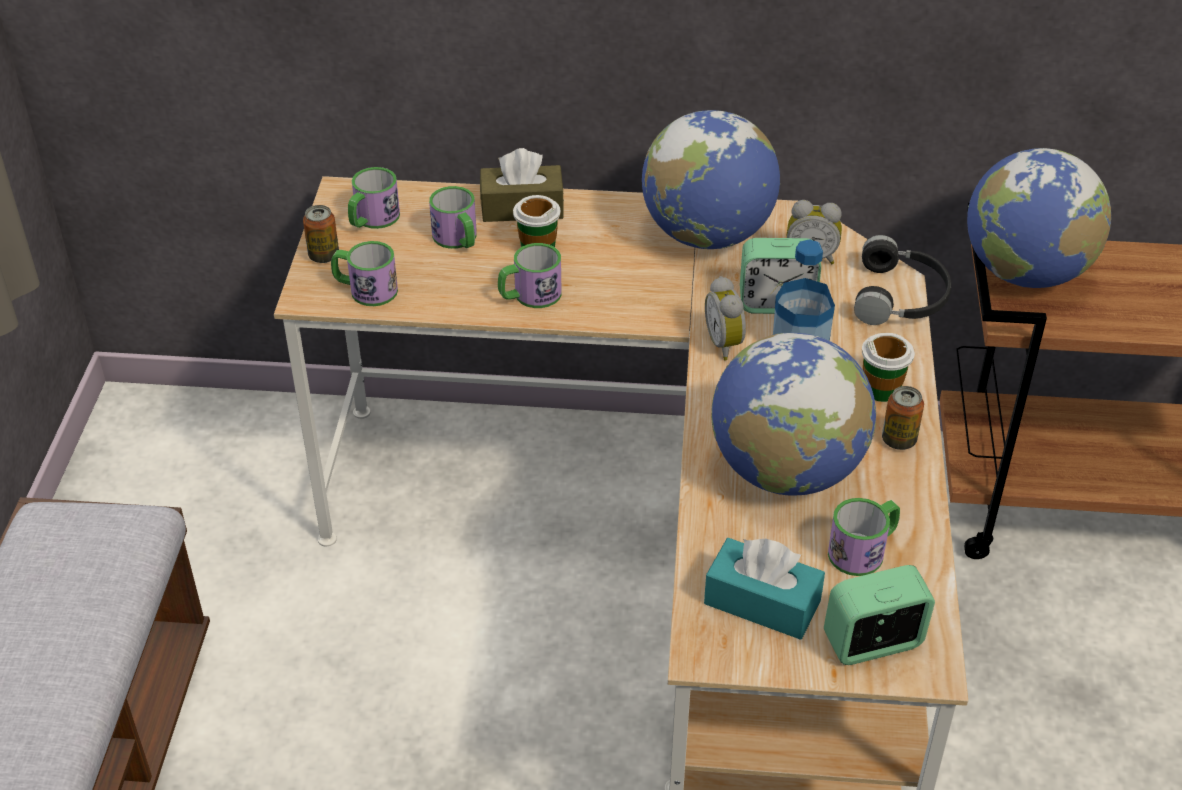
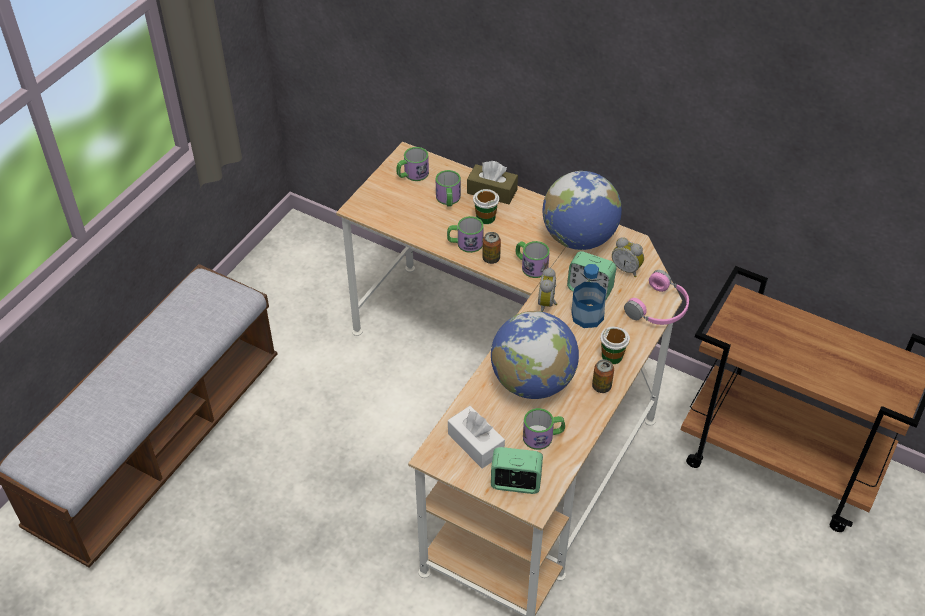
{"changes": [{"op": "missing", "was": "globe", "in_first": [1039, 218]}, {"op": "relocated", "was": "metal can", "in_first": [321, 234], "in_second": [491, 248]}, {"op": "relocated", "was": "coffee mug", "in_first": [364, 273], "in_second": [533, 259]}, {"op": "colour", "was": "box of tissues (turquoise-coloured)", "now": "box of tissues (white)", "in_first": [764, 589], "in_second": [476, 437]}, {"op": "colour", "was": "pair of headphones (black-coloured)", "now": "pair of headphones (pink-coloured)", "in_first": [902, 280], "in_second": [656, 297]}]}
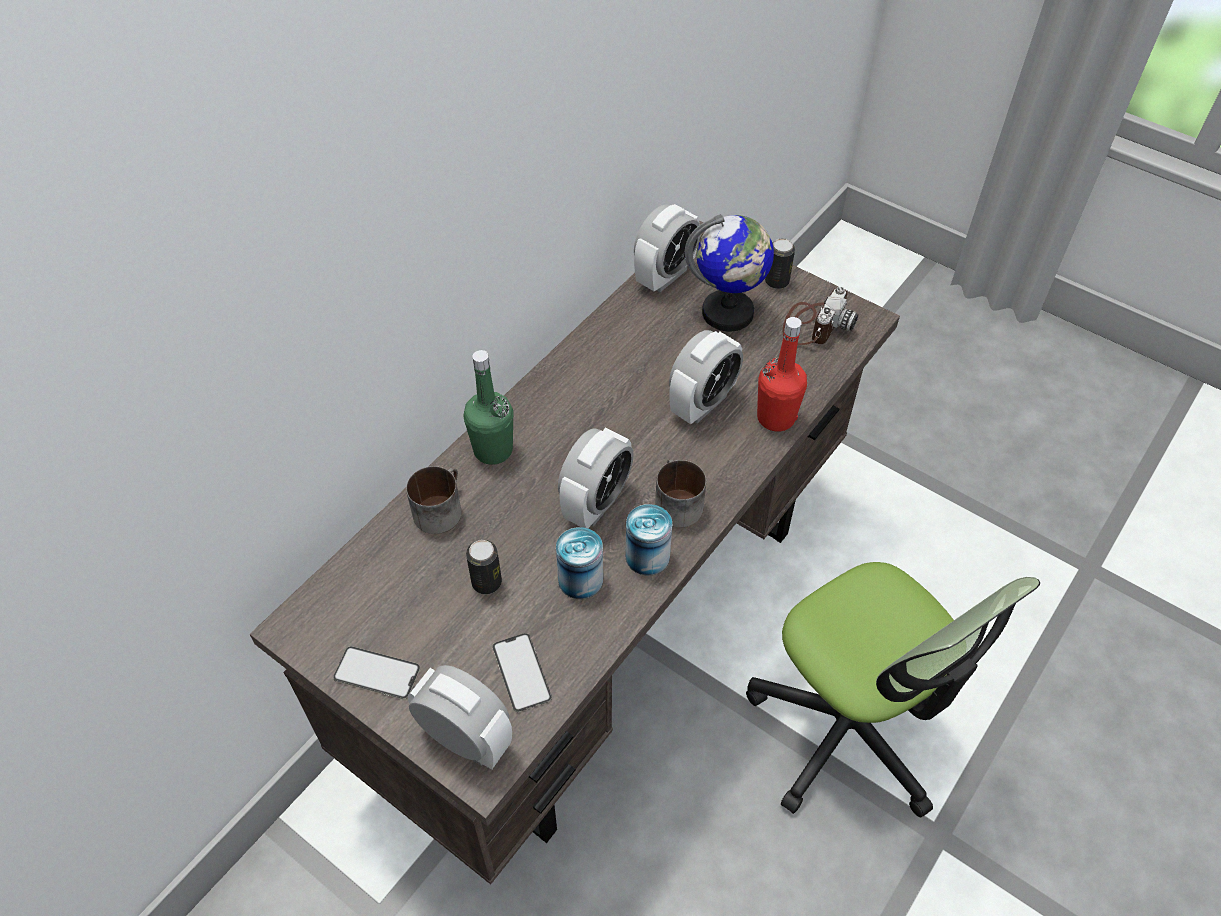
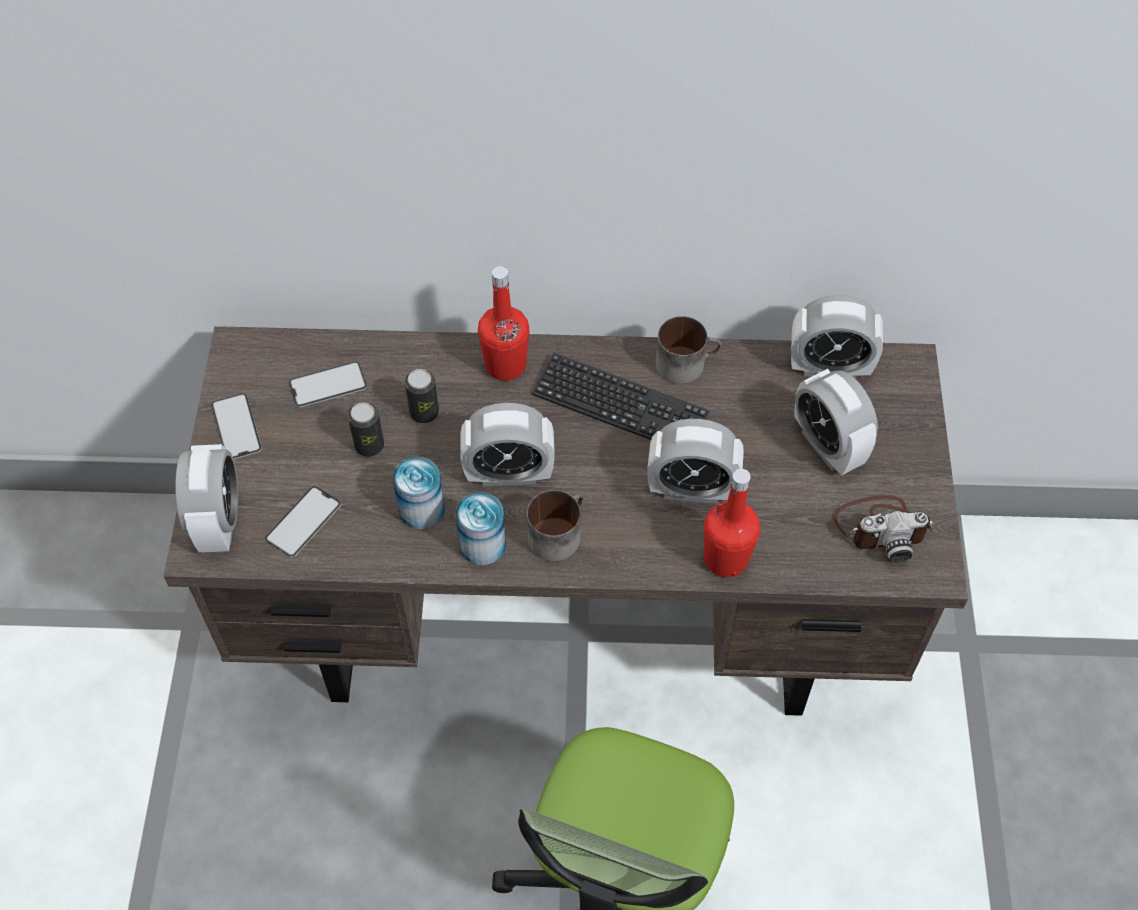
{"changes": [{"op": "appeared", "now": "handset", "in_second": [328, 384]}, {"op": "appeared", "now": "keyboard", "in_second": [621, 396]}, {"op": "relocated", "was": "coffee mug", "in_first": [433, 500], "in_second": [689, 350]}, {"op": "relocated", "was": "metal can", "in_first": [780, 263], "in_second": [422, 396]}, {"op": "exchanged", "was": "globe", "now": "bedside clock", "in_first": [729, 272], "in_second": [836, 422]}, {"op": "colour", "was": "bottle (greenish)", "now": "bottle (red)", "in_first": [488, 407], "in_second": [503, 323]}]}
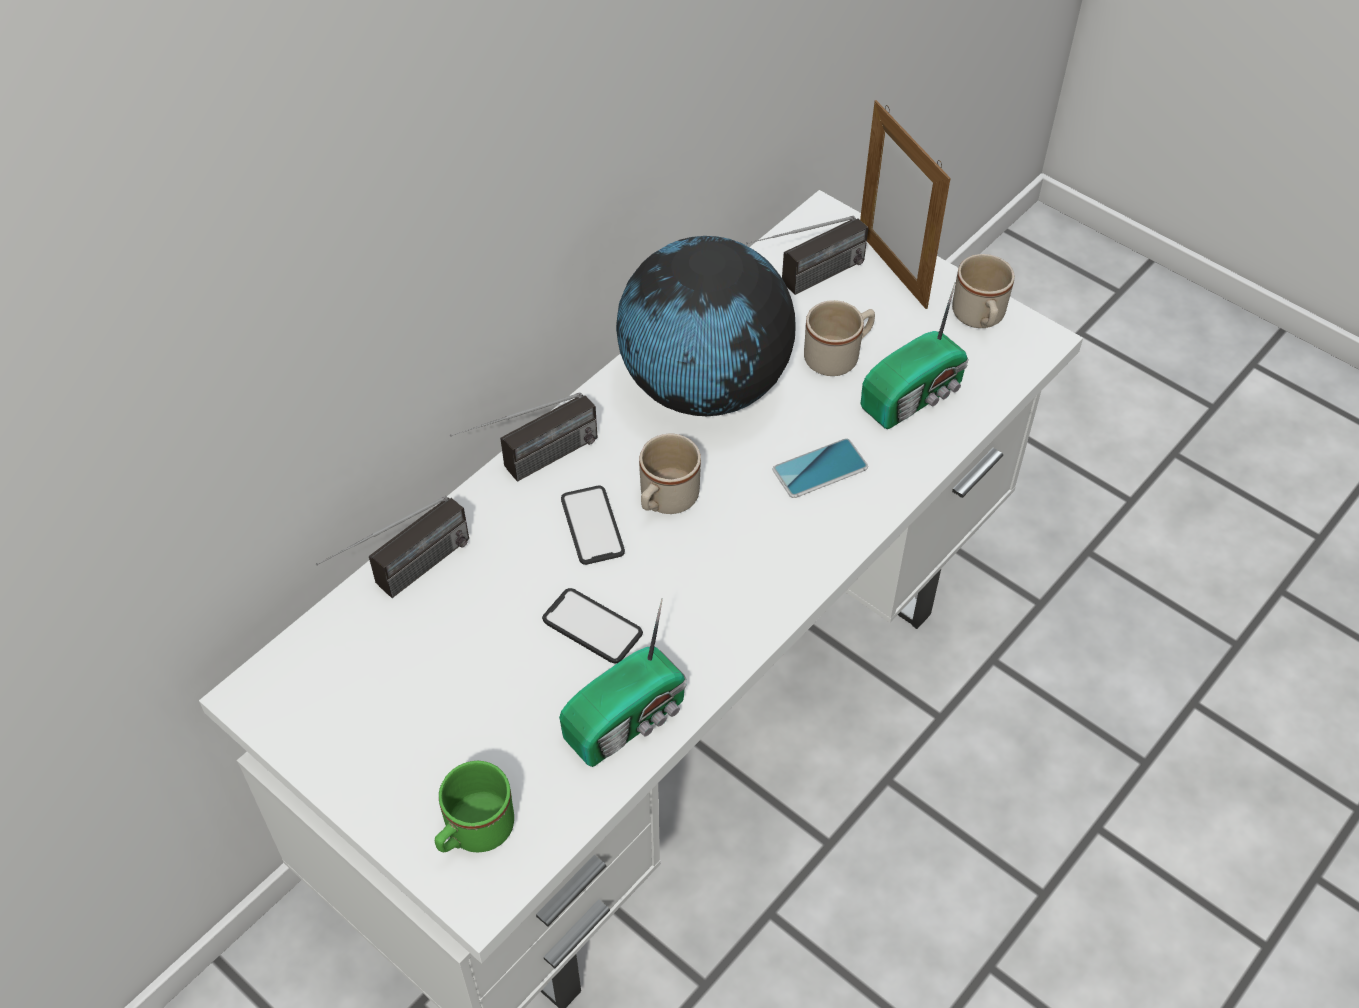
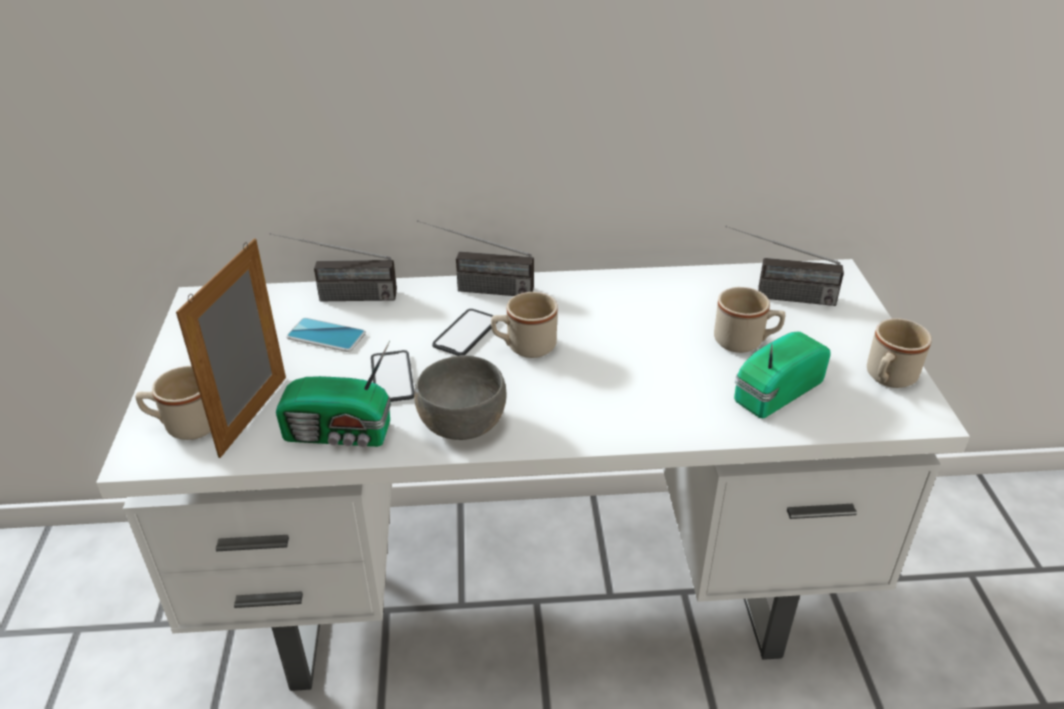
{"changes": [{"op": "missing", "was": "globe", "in_first": [706, 326]}, {"op": "appeared", "now": "serving bowl (greyish)", "in_second": [460, 397]}, {"op": "relocated", "was": "handset", "in_first": [820, 468], "in_second": [326, 335]}, {"op": "relocated", "was": "picture frame", "in_first": [905, 204], "in_second": [231, 348]}, {"op": "colour", "was": "coffee mug (greenish)", "now": "coffee mug (sand-coloured)", "in_first": [474, 806], "in_second": [173, 403]}, {"op": "spun", "was": "radio receiver", "in_first": [915, 355], "in_second": [782, 375], "clockwise": 135}]}
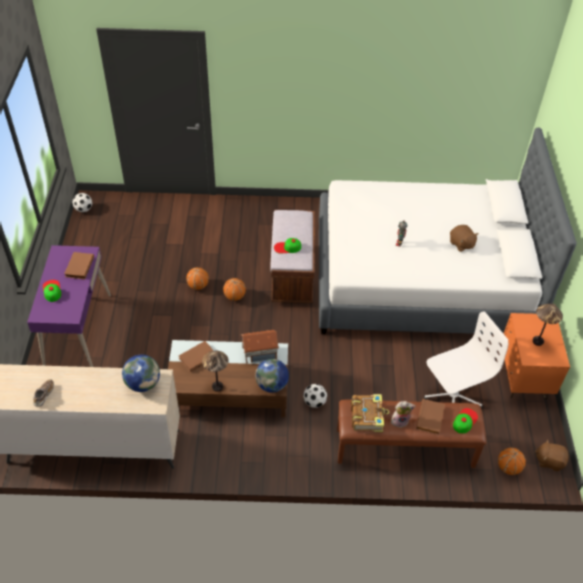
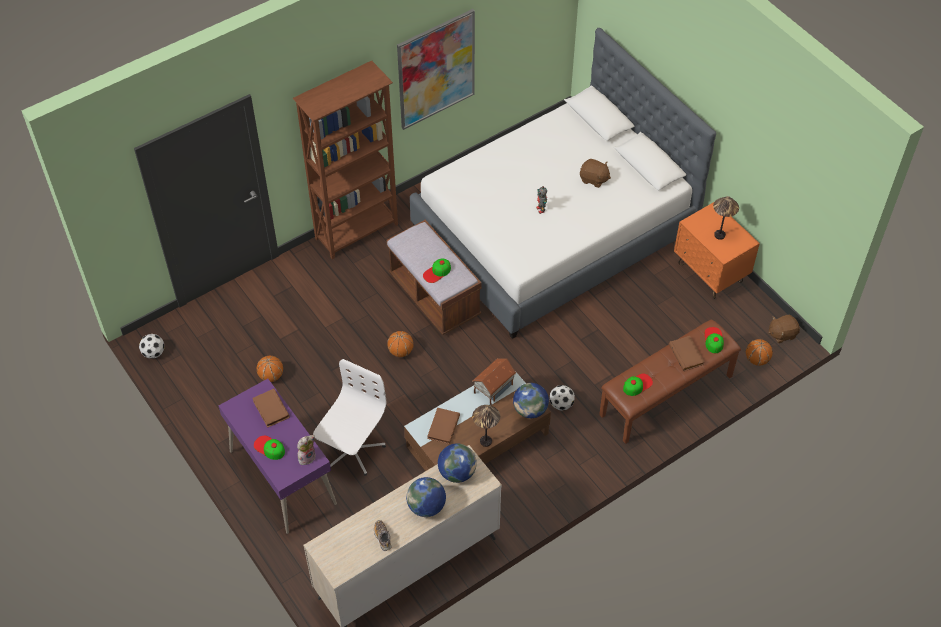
{"changes": [{"op": "appeared", "now": "shelving unit (brownish)", "in_second": [345, 160]}, {"op": "appeared", "now": "wall art", "in_second": [436, 69]}, {"op": "appeared", "now": "globe", "in_second": [426, 497]}, {"op": "relocated", "was": "ball for basketball", "in_first": [197, 278], "in_second": [270, 369]}, {"op": "relocated", "was": "plush toy", "in_first": [403, 414], "in_second": [306, 450]}, {"op": "relocated", "was": "computer chair (white)", "in_first": [466, 359], "in_second": [349, 417]}, {"op": "exchanged", "was": "book", "now": "baseball cap", "in_first": [370, 413], "in_second": [638, 384]}]}
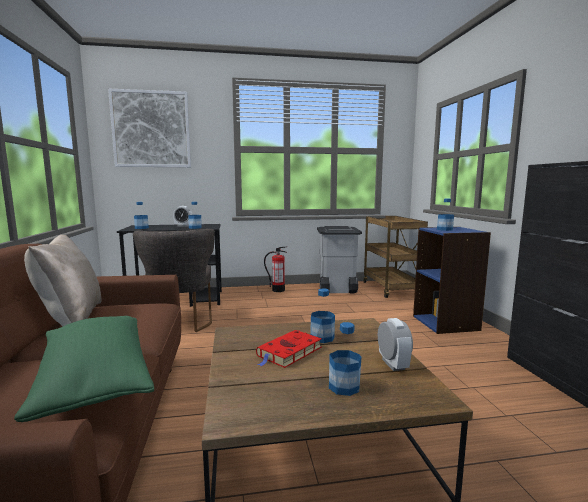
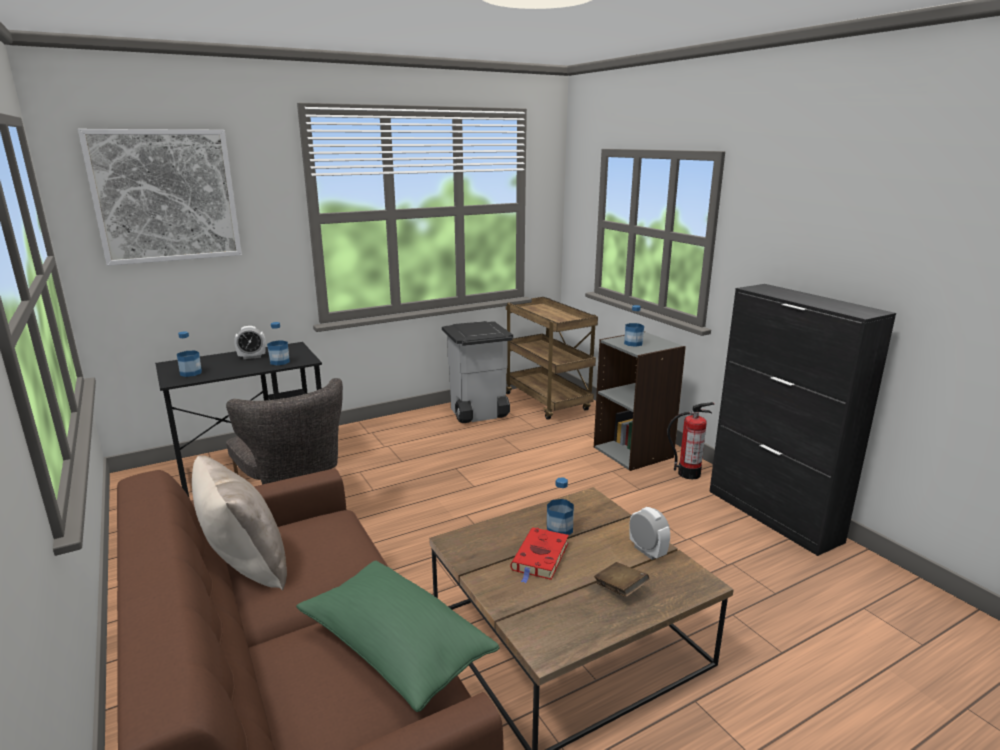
{"changes": [{"op": "relocated", "was": "extinguisher", "in_first": [275, 269], "in_second": [690, 440]}, {"op": "exchanged", "was": "bottle", "now": "book (brownish)", "in_first": [345, 359], "in_second": [621, 579]}, {"op": "colour", "was": "shelving unit (blue-coloured)", "now": "shelving unit (greyish)", "in_first": [452, 280], "in_second": [640, 401]}]}
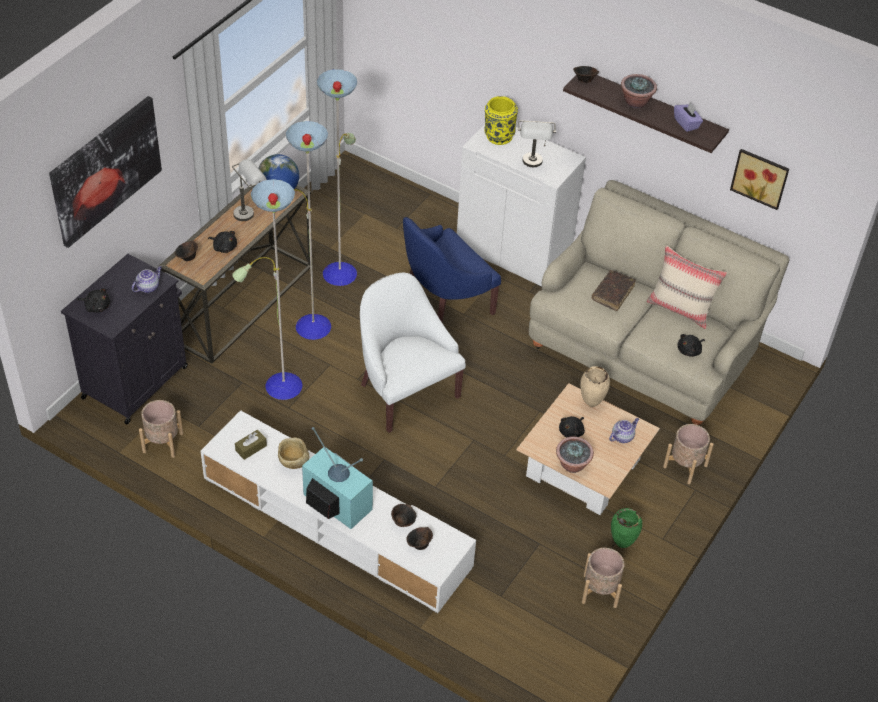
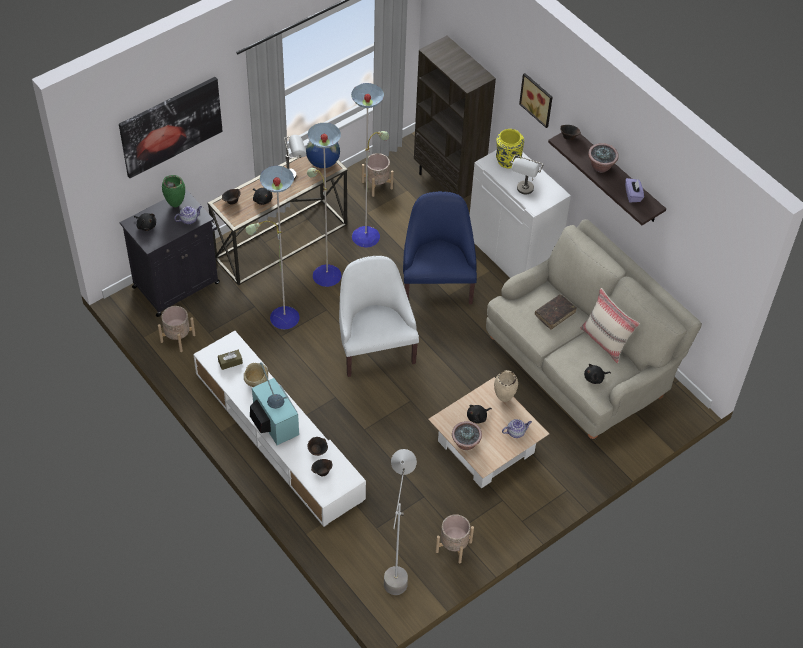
{"changes": [{"op": "appeared", "now": "standing lamp (greyish)", "in_second": [400, 522]}, {"op": "appeared", "now": "shelving unit (brownish)", "in_second": [455, 117]}, {"op": "relocated", "was": "flower vase (greenish)", "in_first": [626, 528], "in_second": [173, 191]}, {"op": "relocated", "was": "flower pot (sand-coloured)", "in_first": [688, 454], "in_second": [378, 175]}, {"op": "relocated", "was": "wall art", "in_first": [759, 179], "in_second": [536, 100]}, {"op": "spun", "was": "easy chair (blue-coloured)", "in_first": [452, 270], "in_second": [440, 247], "clockwise": 105}]}
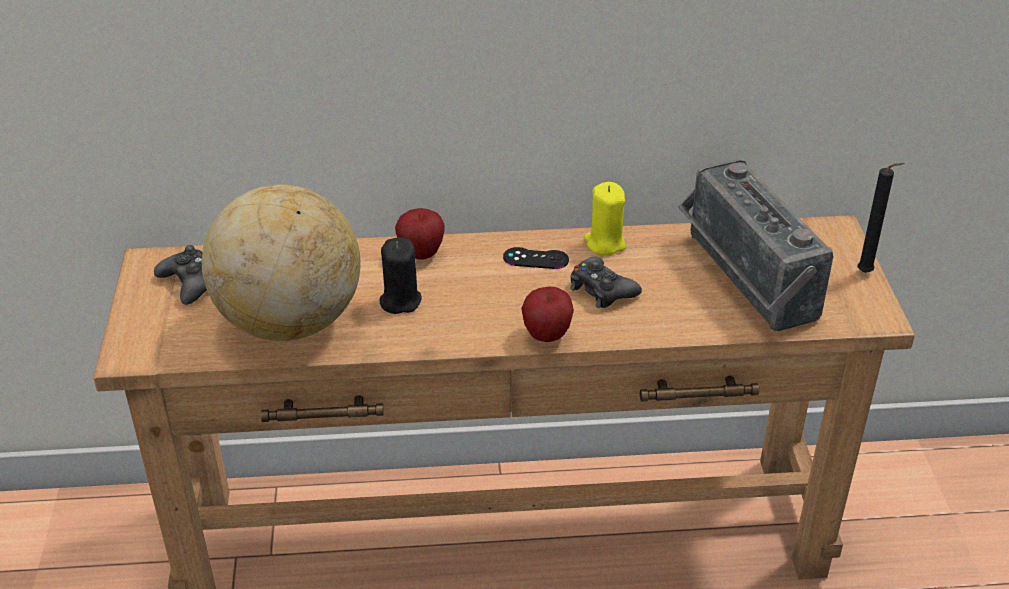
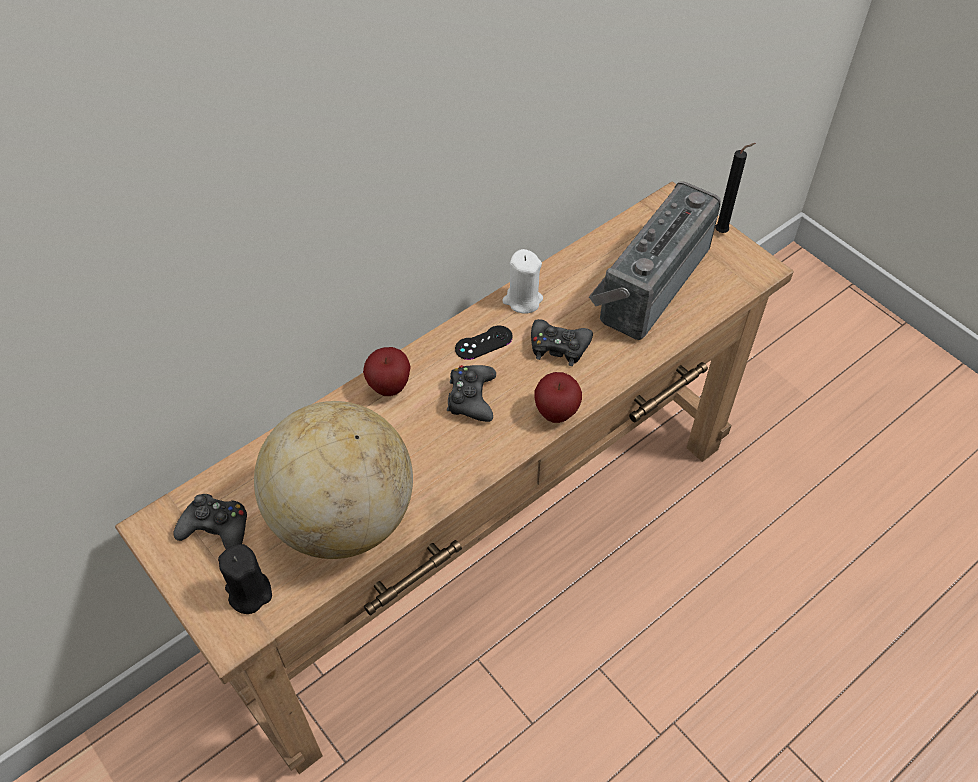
{"changes": [{"op": "appeared", "now": "game controller (black-coloured)", "in_second": [471, 393]}, {"op": "relocated", "was": "wax candle (black-coloured)", "in_first": [400, 275], "in_second": [245, 579]}, {"op": "colour", "was": "wax candle (yellow-coloured)", "now": "wax candle (white)", "in_first": [605, 218], "in_second": [522, 281]}, {"op": "spun", "was": "radio receiver", "in_first": [755, 245], "in_second": [655, 260], "clockwise": 90}]}
